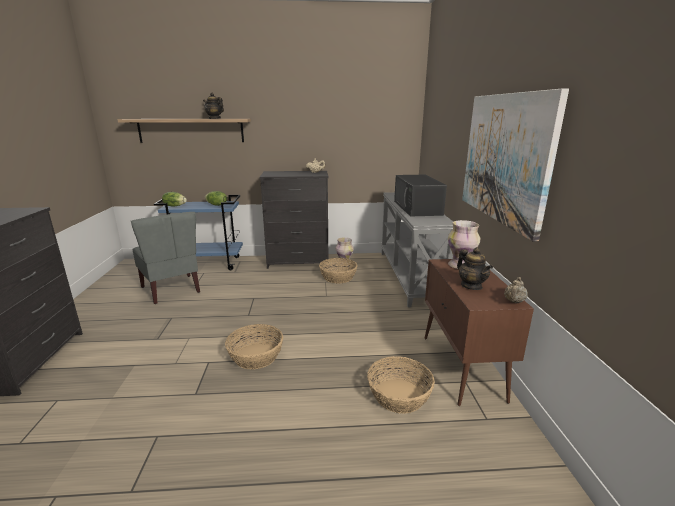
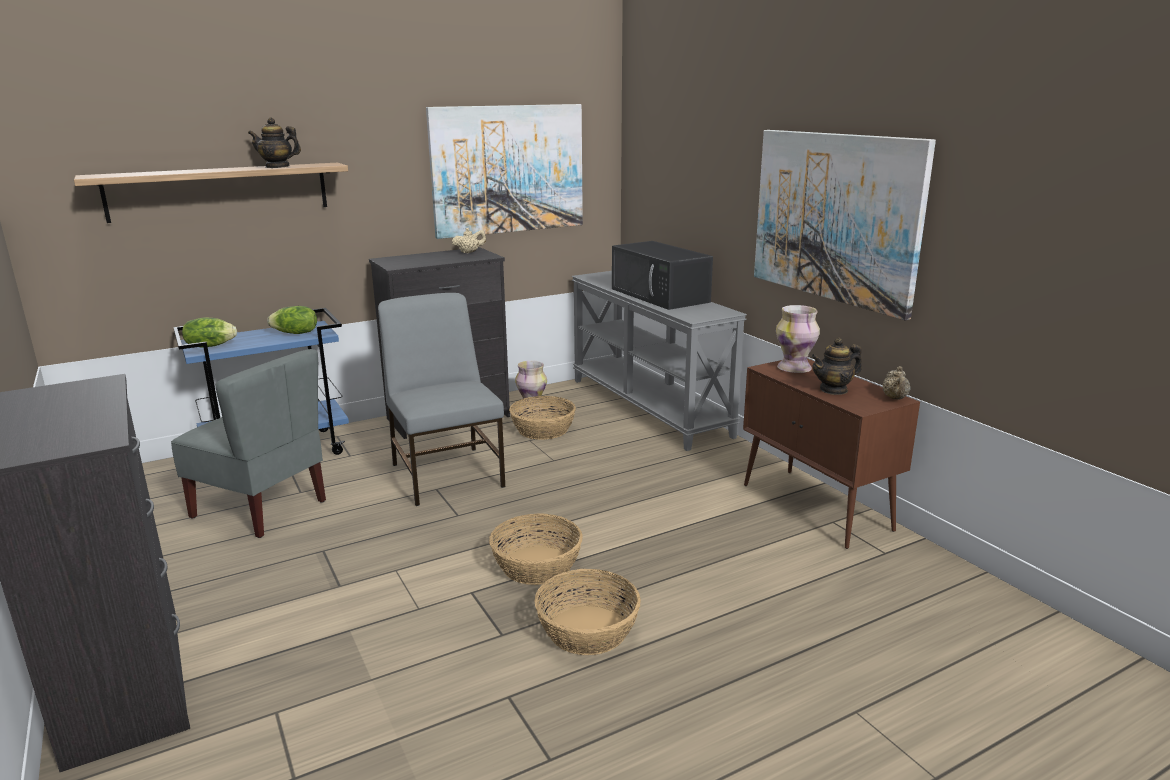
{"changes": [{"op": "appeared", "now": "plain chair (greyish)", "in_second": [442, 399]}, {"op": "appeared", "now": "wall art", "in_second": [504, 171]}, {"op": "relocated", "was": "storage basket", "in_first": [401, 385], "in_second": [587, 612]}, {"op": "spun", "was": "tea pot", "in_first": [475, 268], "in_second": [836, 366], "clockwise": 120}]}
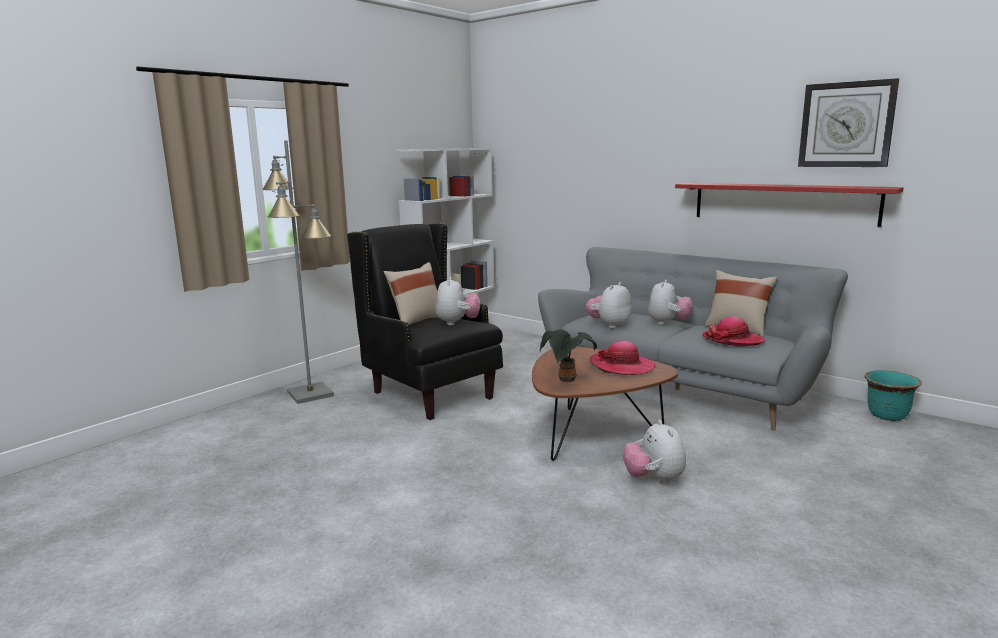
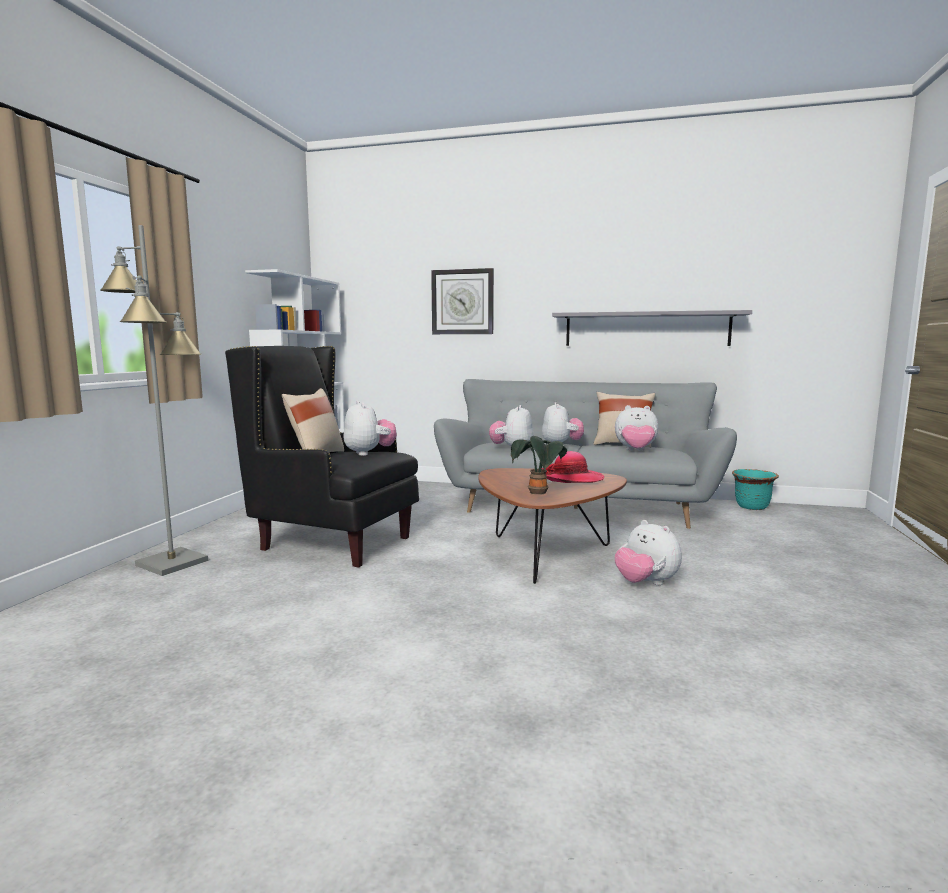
{"changes": [{"op": "relocated", "was": "clock on the wall", "in_first": [848, 122], "in_second": [462, 301]}, {"op": "exchanged", "was": "hat", "now": "plush toy", "in_first": [734, 331], "in_second": [636, 428]}, {"op": "colour", "was": "bracket shelf (red)", "now": "bracket shelf (greyish)", "in_first": [789, 205], "in_second": [652, 328]}]}
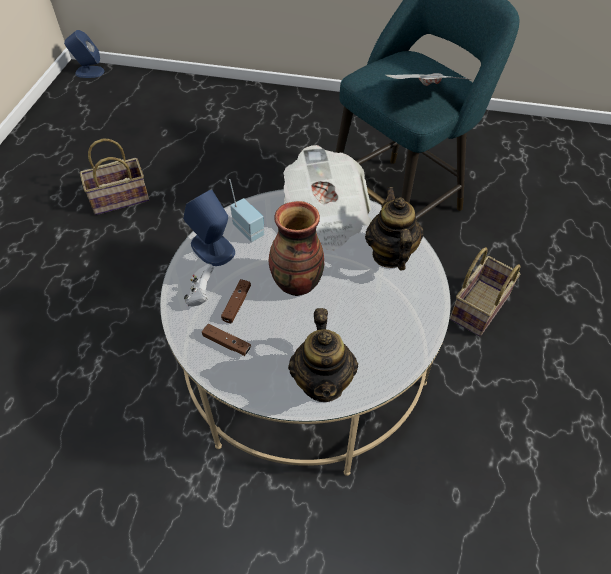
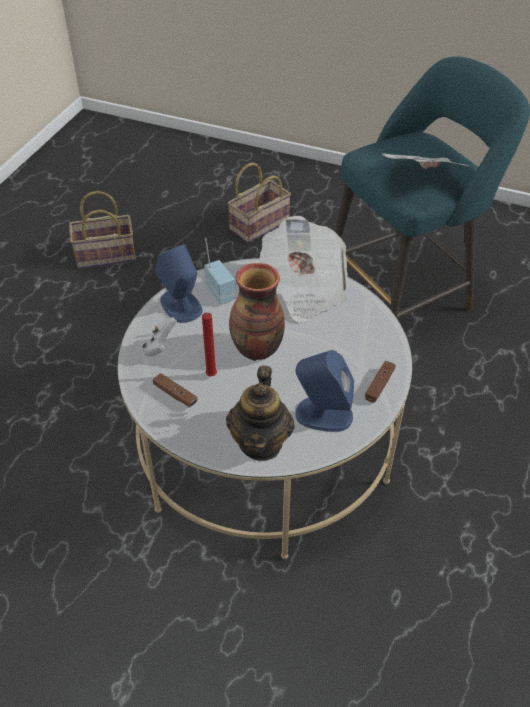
{"changes": [{"op": "missing", "was": "tea pot", "in_first": [394, 228]}, {"op": "appeared", "now": "wax candle (red)", "in_second": [209, 344]}, {"op": "relocated", "was": "speaker (blue-coloured)", "in_first": [84, 54], "in_second": [324, 391]}, {"op": "relocated", "was": "game controller (brownish)", "in_first": [236, 301], "in_second": [380, 382]}, {"op": "relocated", "was": "storage basket", "in_first": [485, 291], "in_second": [259, 203]}]}
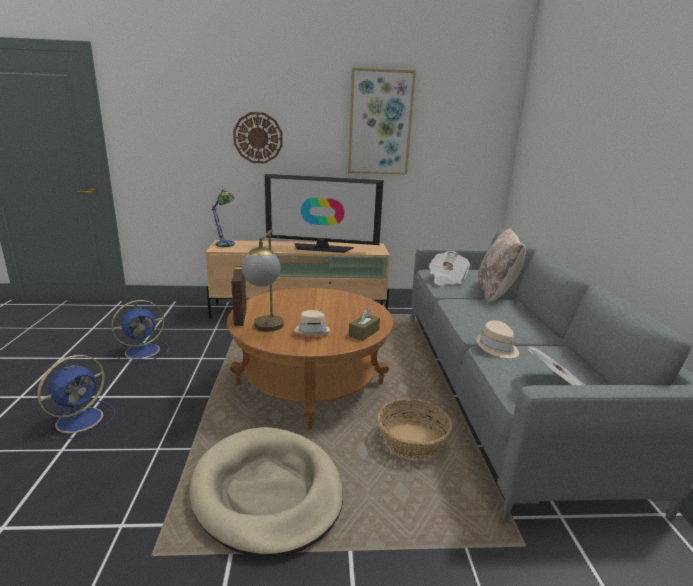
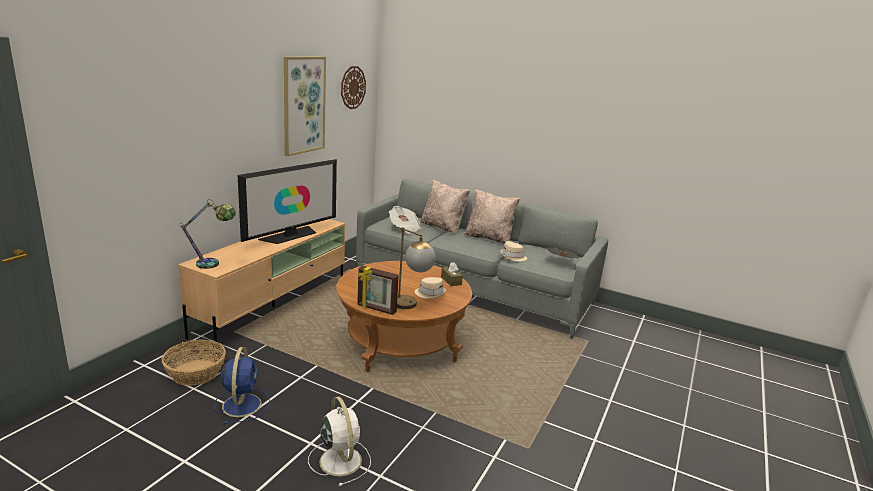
{"changes": [{"op": "missing", "was": "pet bed (sand-coloured)", "in_first": [266, 492]}, {"op": "appeared", "now": "cushion (sand-coloured)", "in_second": [492, 216]}, {"op": "relocated", "was": "clock on the wall", "in_first": [258, 137], "in_second": [353, 87]}, {"op": "relocated", "was": "storage basket", "in_first": [414, 429], "in_second": [194, 362]}, {"op": "colour", "was": "electric fan (blue-coloured)", "now": "electric fan (white)", "in_first": [76, 397], "in_second": [339, 441]}]}
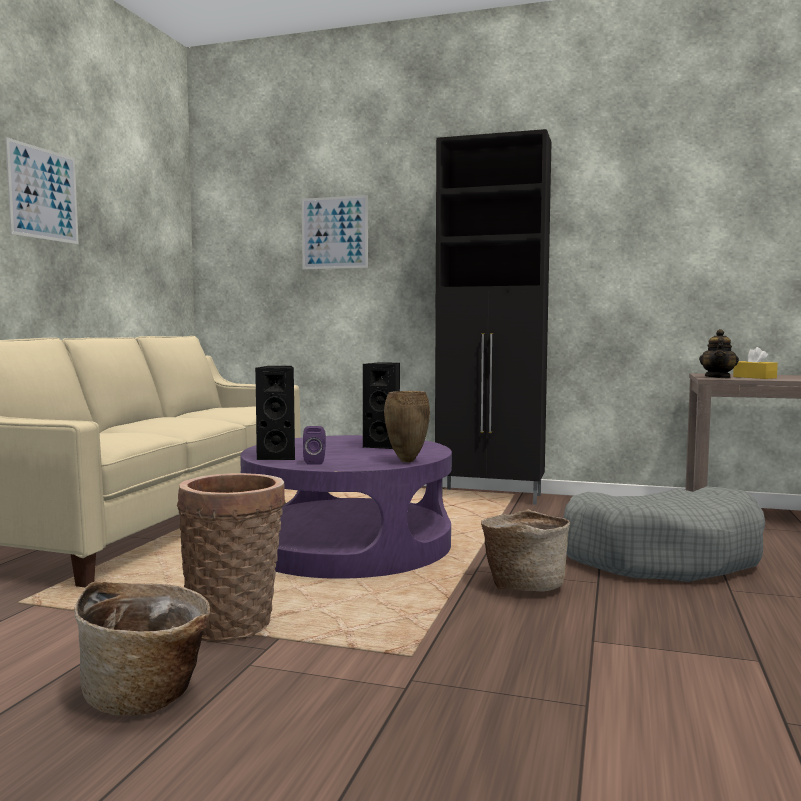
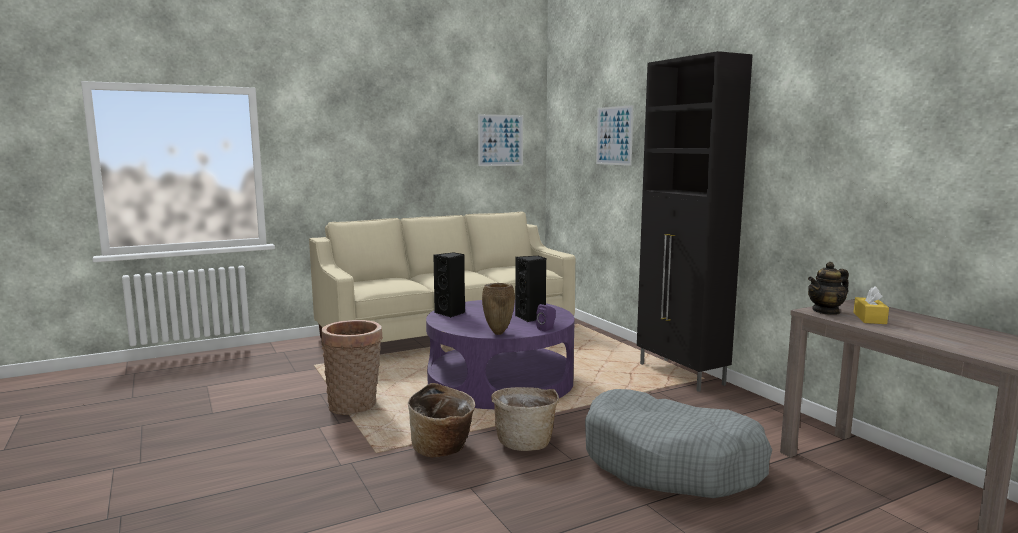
{"changes": [{"op": "relocated", "was": "wall art", "in_first": [42, 190], "in_second": [500, 140]}, {"op": "relocated", "was": "storage basket", "in_first": [142, 649], "in_second": [441, 420]}, {"op": "relocated", "was": "speaker (purple)", "in_first": [314, 445], "in_second": [546, 318]}]}
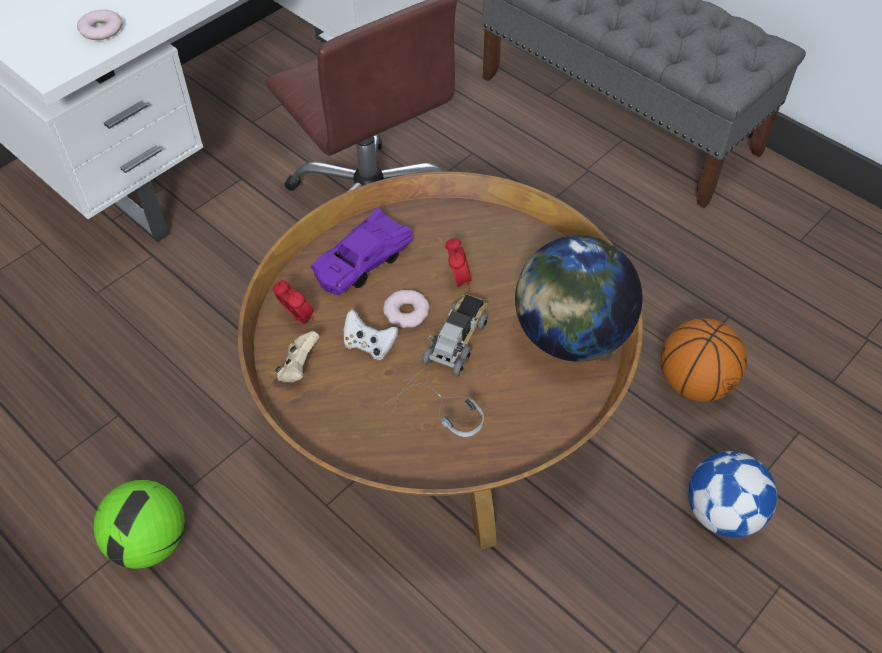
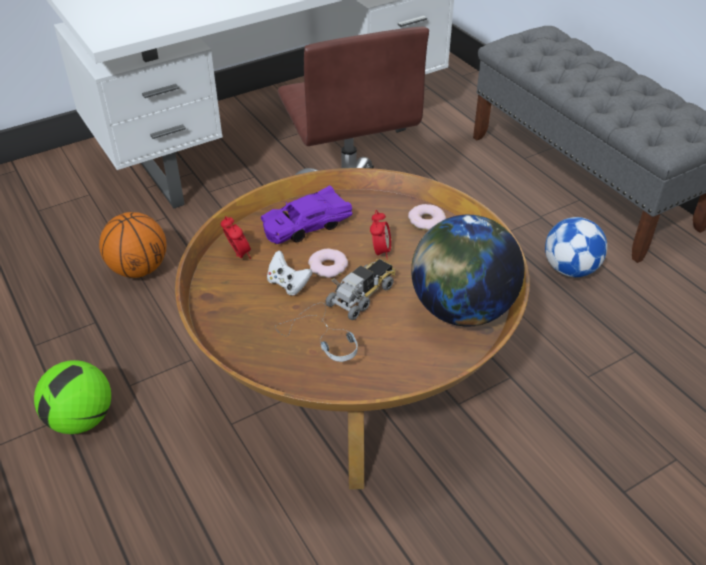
{"changes": [{"op": "missing", "was": "game controller (sand-coloured)", "in_first": [297, 356]}, {"op": "relocated", "was": "doughnut", "in_first": [100, 25], "in_second": [427, 217]}, {"op": "relocated", "was": "ball for basketball", "in_first": [704, 360], "in_second": [133, 245]}, {"op": "relocated", "was": "football ball", "in_first": [732, 494], "in_second": [576, 247]}]}
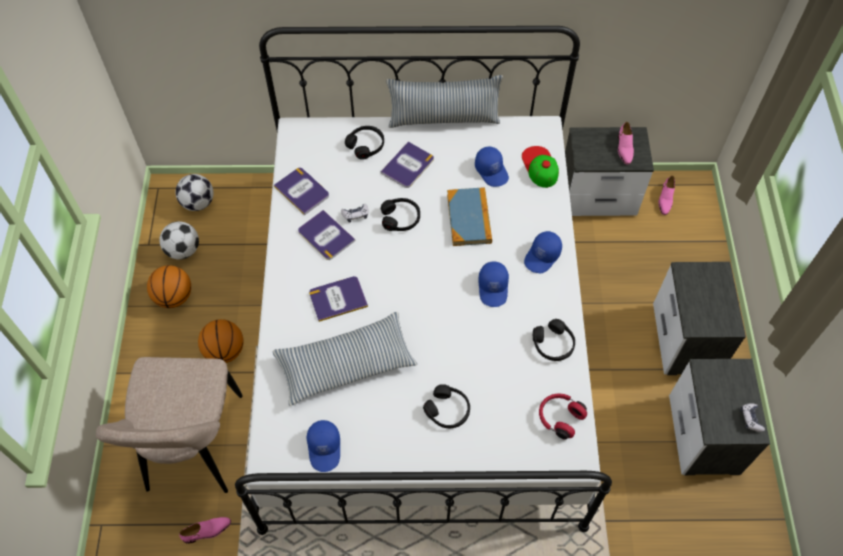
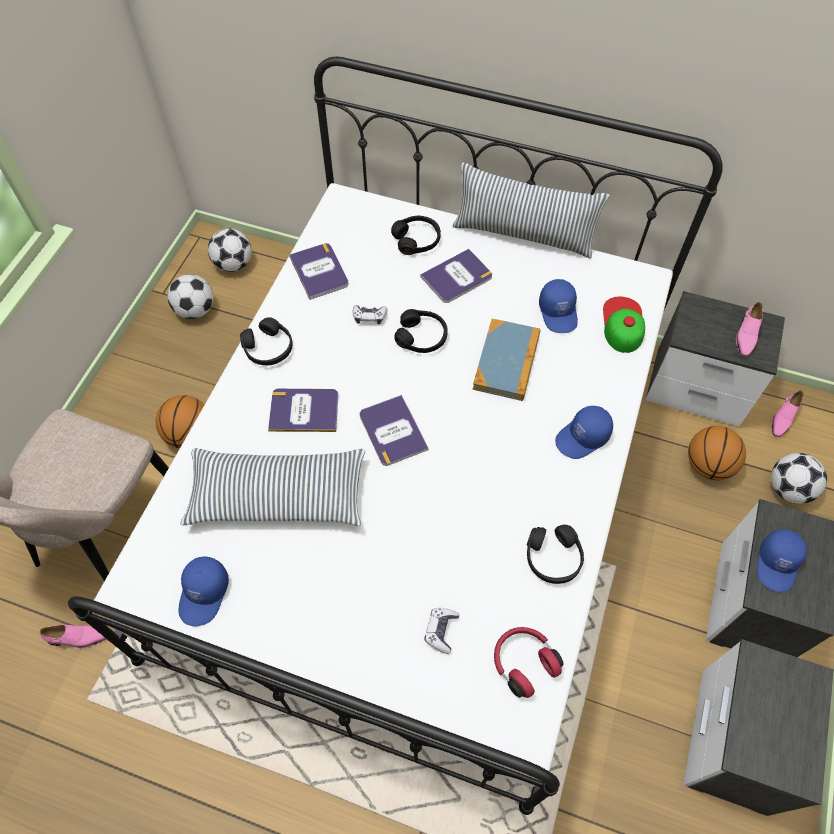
{"changes": [{"op": "appeared", "now": "football ball", "in_second": [799, 478]}, {"op": "relocated", "was": "ball for basketball", "in_first": [169, 286], "in_second": [717, 453]}, {"op": "relocated", "was": "book", "in_first": [326, 235], "in_second": [394, 430]}, {"op": "relocated", "was": "pair of headphones (black-coloured)", "in_first": [446, 406], "in_second": [266, 341]}, {"op": "relocated", "was": "baseball cap (blue-coloured)", "in_first": [493, 284], "in_second": [782, 560]}, {"op": "relocated", "was": "game controller", "in_first": [752, 417], "in_second": [442, 631]}]}
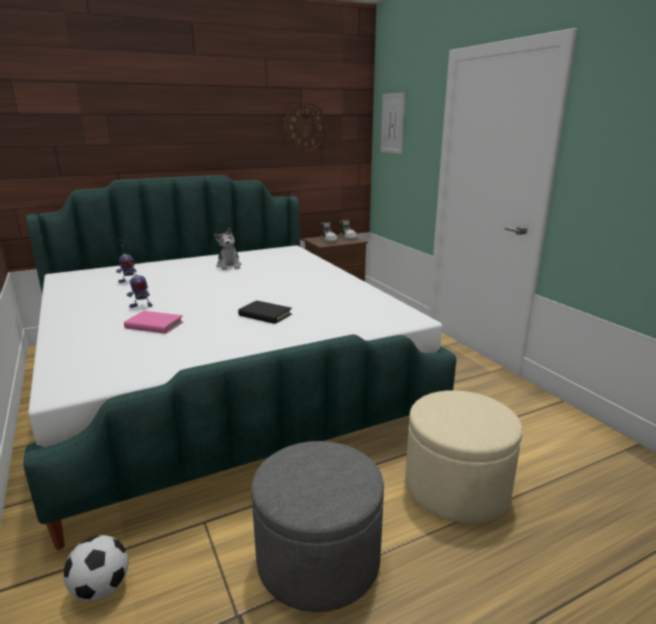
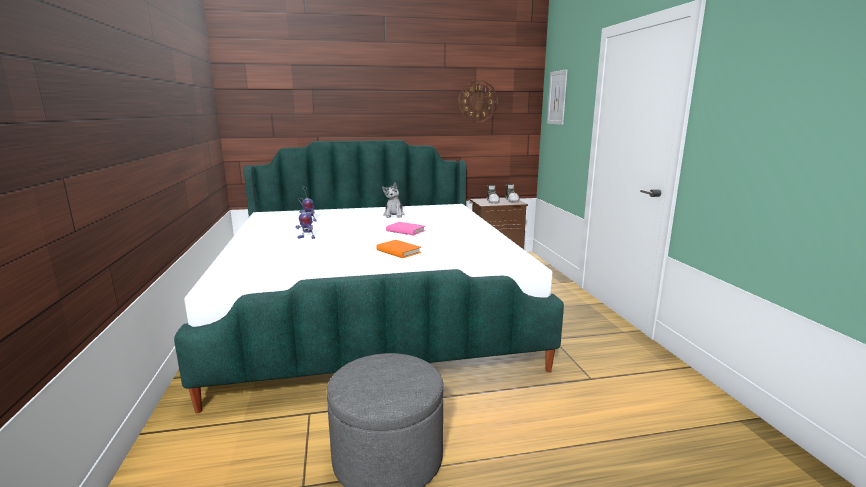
{"changes": [{"op": "missing", "was": "football ball", "in_first": [96, 568]}, {"op": "missing", "was": "footrest (sand-coloured)", "in_first": [463, 456]}, {"op": "relocated", "was": "book (pink-coloured)", "in_first": [153, 322], "in_second": [406, 228]}, {"op": "colour", "was": "book (black-coloured)", "now": "book (orange-coloured)", "in_first": [265, 312], "in_second": [398, 249]}]}
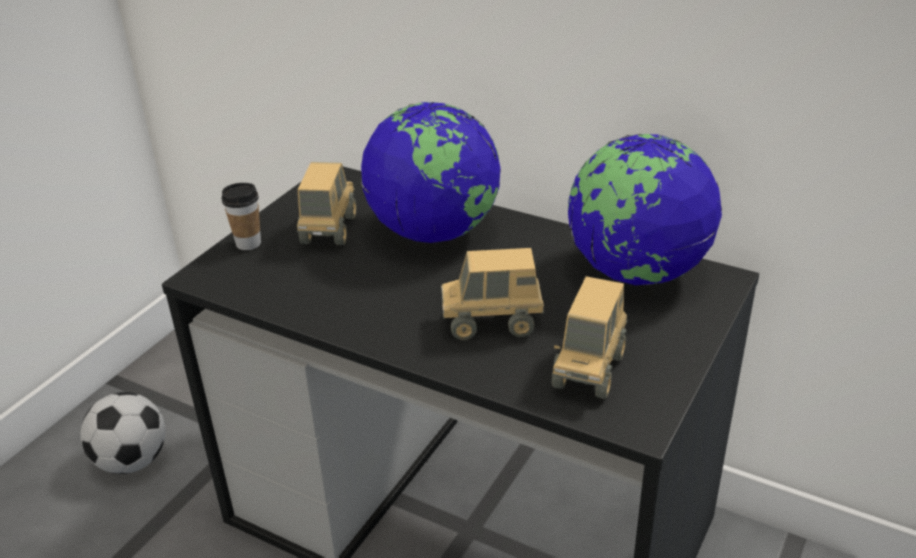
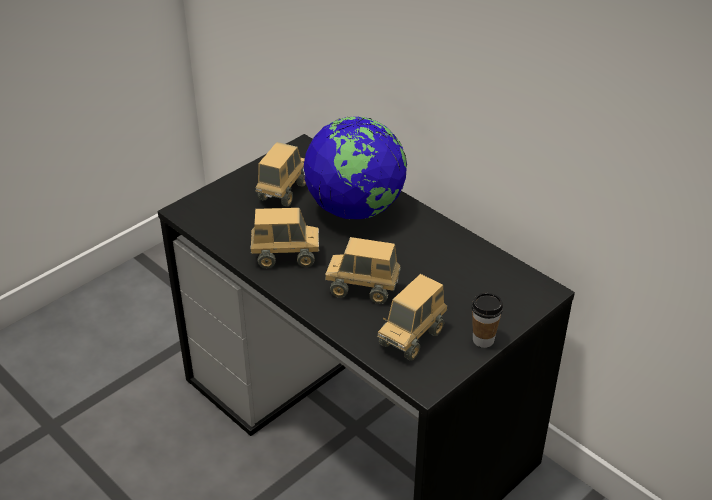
{"changes": [{"op": "missing", "was": "football ball", "in_first": [122, 433]}, {"op": "missing", "was": "globe", "in_first": [645, 209]}, {"op": "appeared", "now": "toy lorry", "in_second": [284, 238]}, {"op": "relocated", "was": "small cup", "in_first": [241, 216], "in_second": [487, 320]}]}
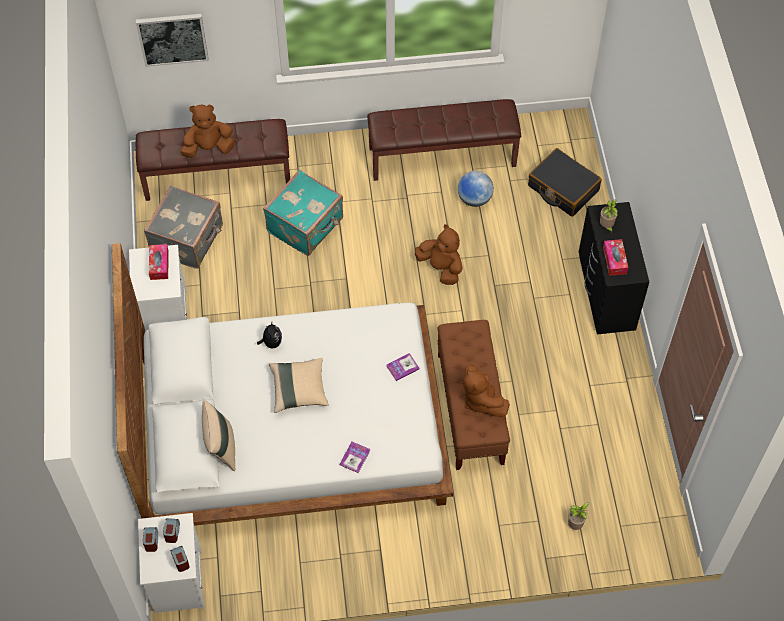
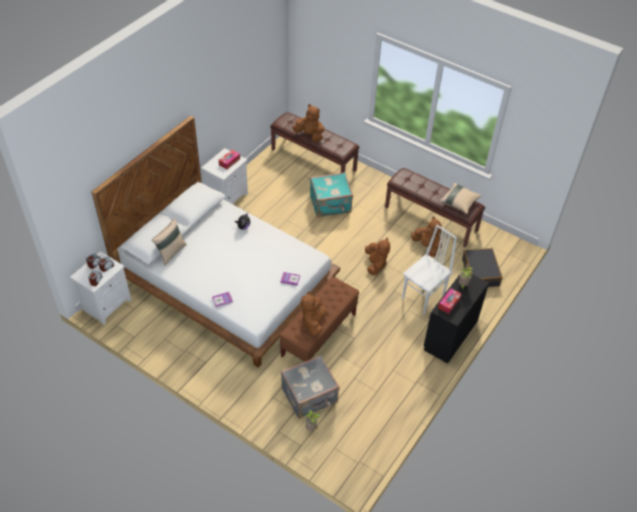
{"changes": [{"op": "missing", "was": "wall art", "in_first": [172, 40]}, {"op": "appeared", "now": "plain chair (white)", "in_second": [429, 269]}, {"op": "relocated", "was": "piece of luggage (greyish)", "in_first": [183, 227], "in_second": [310, 387]}, {"op": "relocated", "was": "cushion (sand-coloured)", "in_first": [299, 385], "in_second": [460, 198]}, {"op": "exchanged", "was": "globe", "now": "plush toy (brownish)", "in_first": [476, 189], "in_second": [426, 237]}]}
